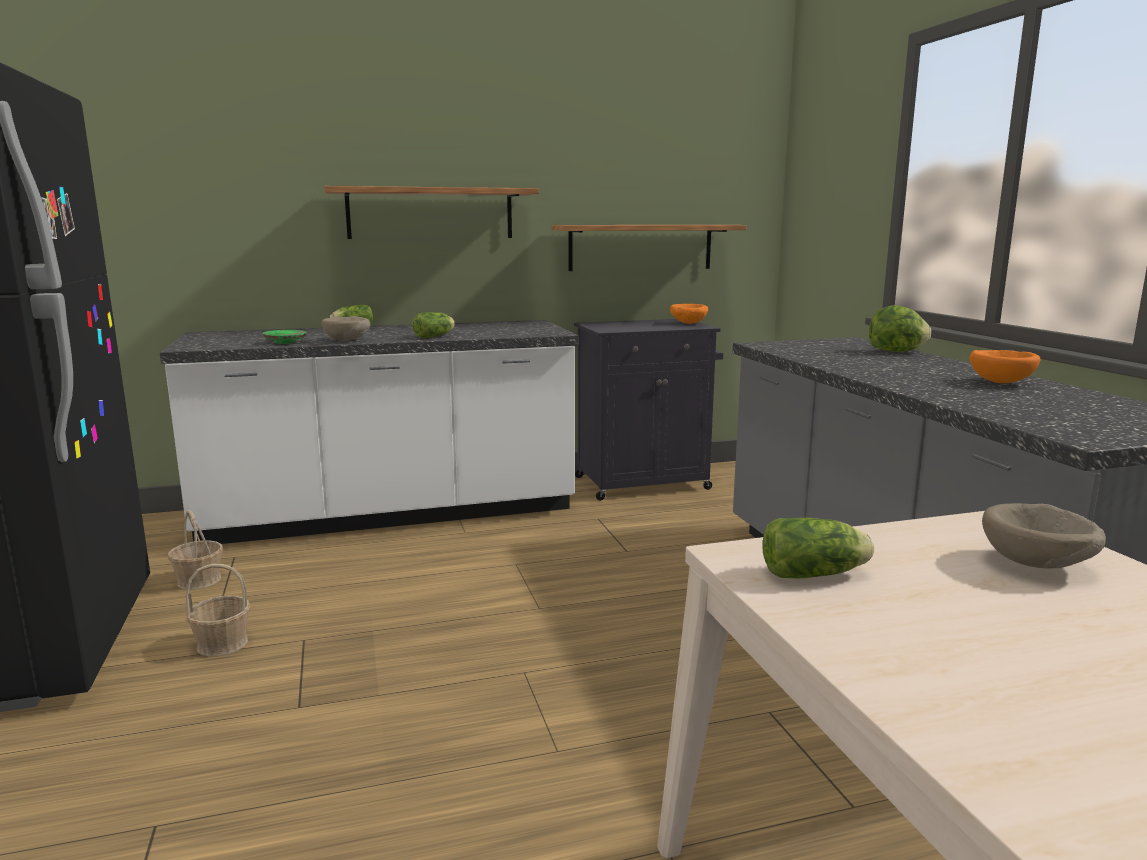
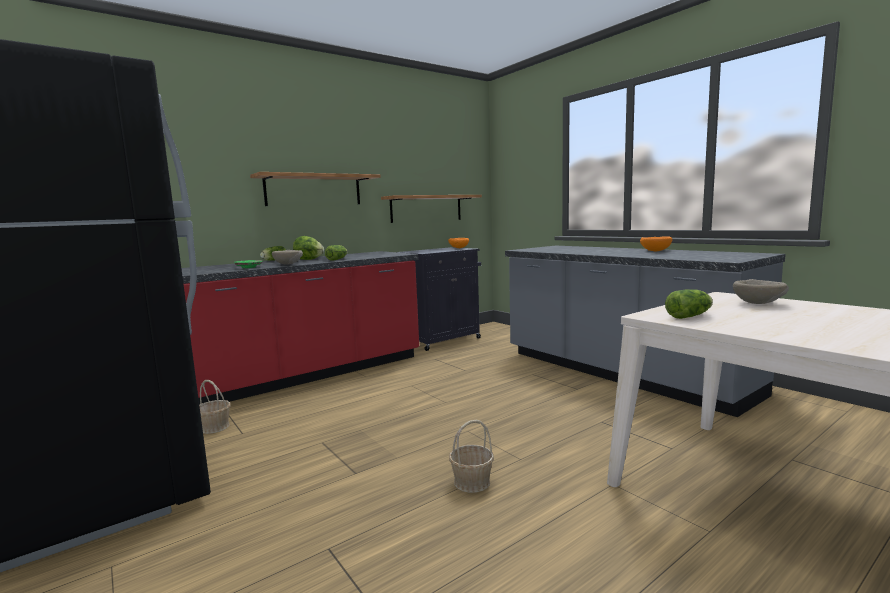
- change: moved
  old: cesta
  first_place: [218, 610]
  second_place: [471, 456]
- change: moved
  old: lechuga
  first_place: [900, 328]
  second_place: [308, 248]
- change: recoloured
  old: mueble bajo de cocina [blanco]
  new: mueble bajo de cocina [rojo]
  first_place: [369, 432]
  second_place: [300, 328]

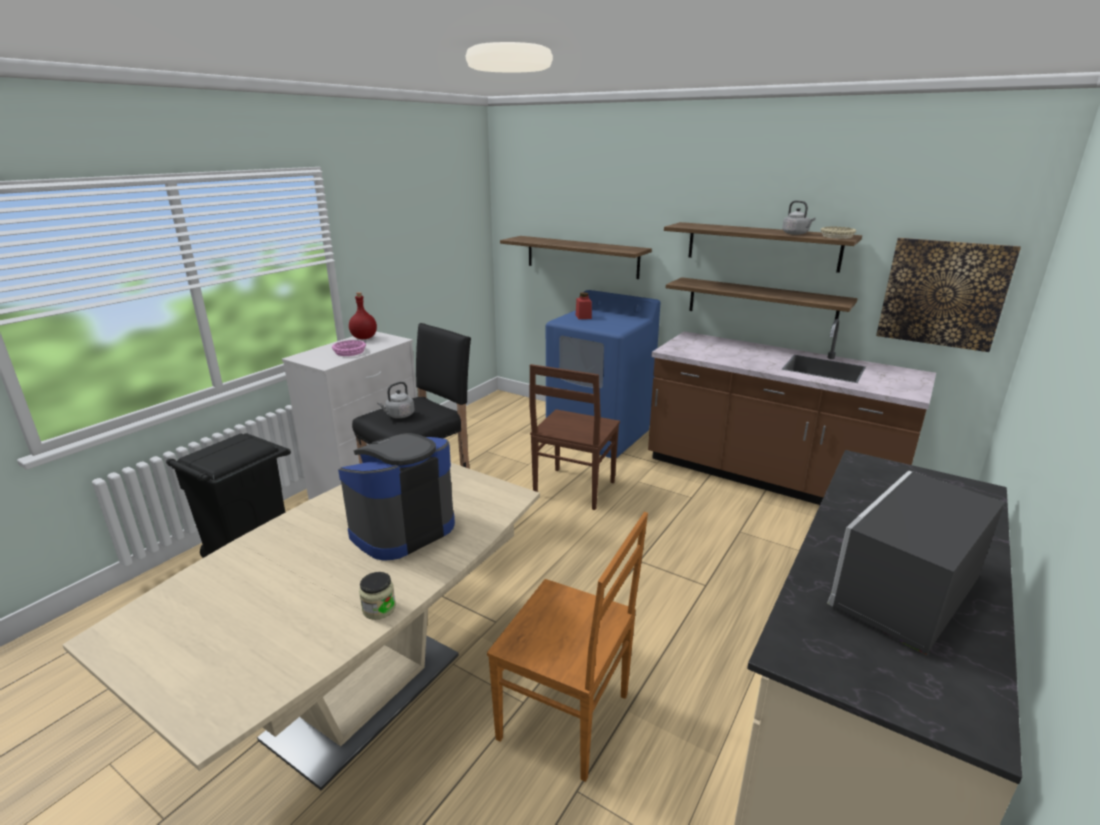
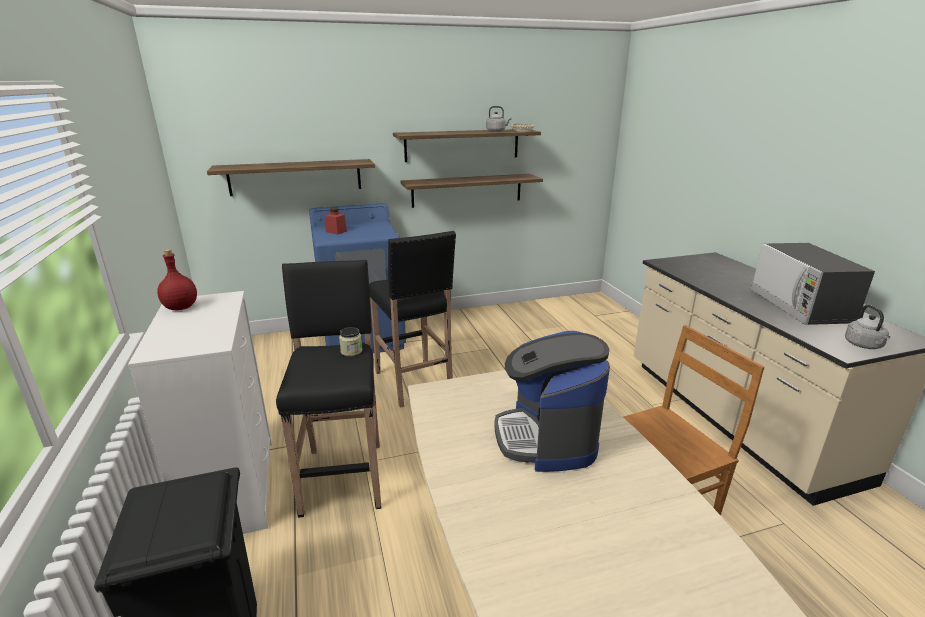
- change: removed
  old: cuenco [rosa]
  first_place: [349, 348]
- change: removed
  old: mueble bajo de cocina [marrón]
  first_place: [792, 412]
- change: removed
  old: cuadro
  first_place: [948, 295]
- change: moved
  old: tarro
  first_place: [377, 596]
  second_place: [350, 341]
- change: moved
  old: hervidor [gris]
  first_place: [396, 400]
  second_place: [867, 327]
- change: replaced
  old: silla [marrón]
  new: taburete [negro]
  first_place: [575, 437]
  second_place: [412, 319]

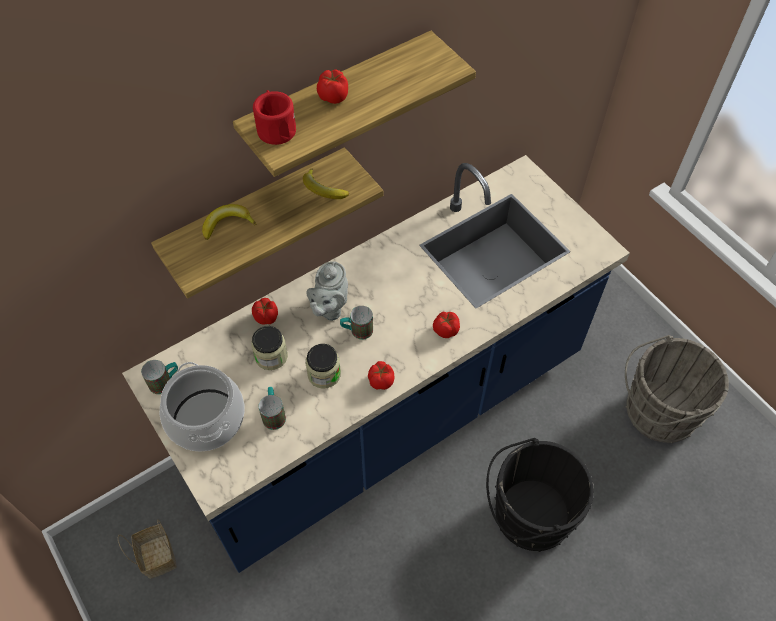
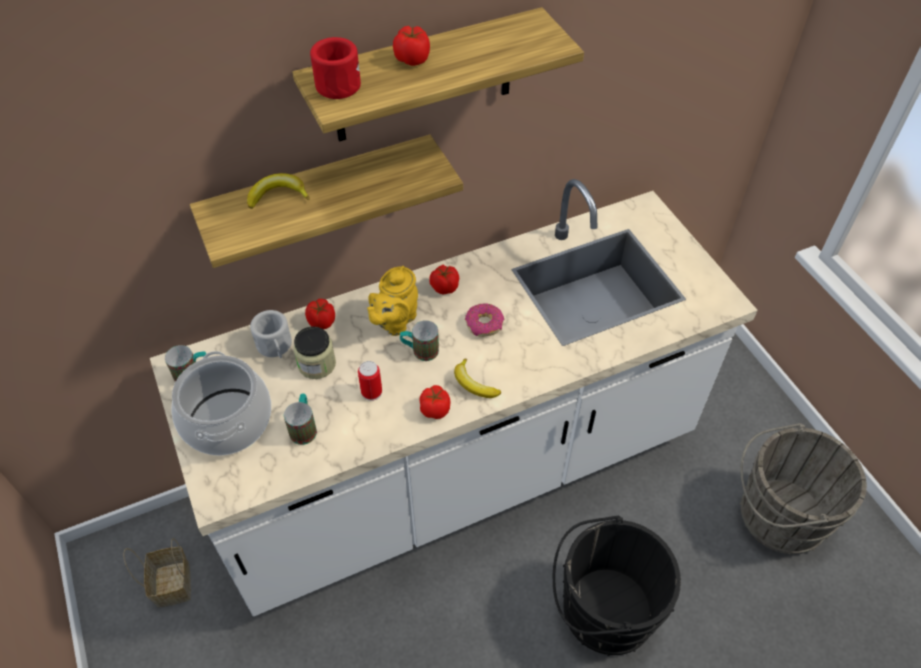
- change: added
  new: taza grande [blanco]
  second_place: [271, 334]
- change: added
  new: rosquilla
  second_place: [484, 320]
- change: moved
  old: plátano
  first_place: [326, 183]
  second_place: [477, 378]
- change: moved
  old: tomate
  first_place: [446, 324]
  second_place: [444, 280]
- change: replaced
  old: tarro
  new: lata
  first_place: [323, 366]
  second_place: [370, 381]
- change: recoloured
  old: mueble bajo de cocina [azul]
  new: mueble bajo de cocina [blanco]
  first_place: [376, 364]
  second_place: [454, 398]
- change: recoloured
  old: tetera [gris]
  new: tetera [amarillo]
  first_place: [327, 291]
  second_place: [392, 301]

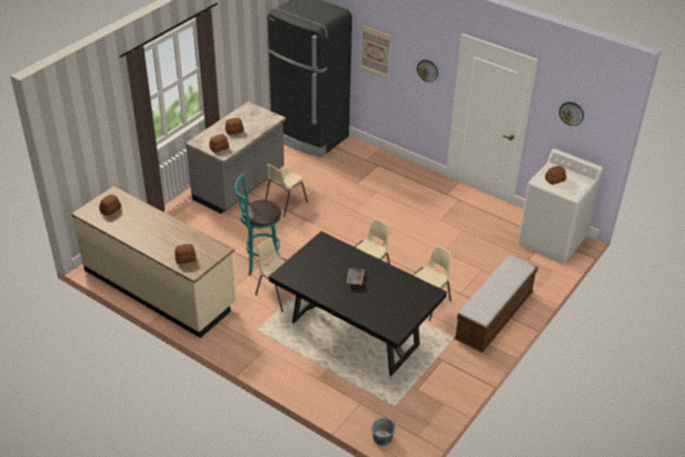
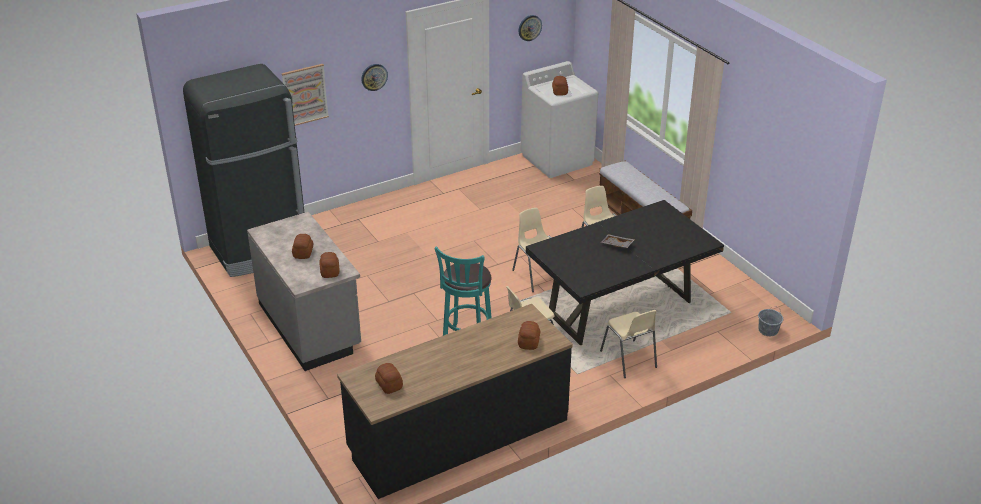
- change: moved
  old: silla [beis]
  first_place: [286, 190]
  second_place: [628, 344]
- change: recoloured
  old: mueble bajo de cocina [beis]
  new: mueble bajo de cocina [negro]
  first_place: [153, 262]
  second_place: [455, 401]

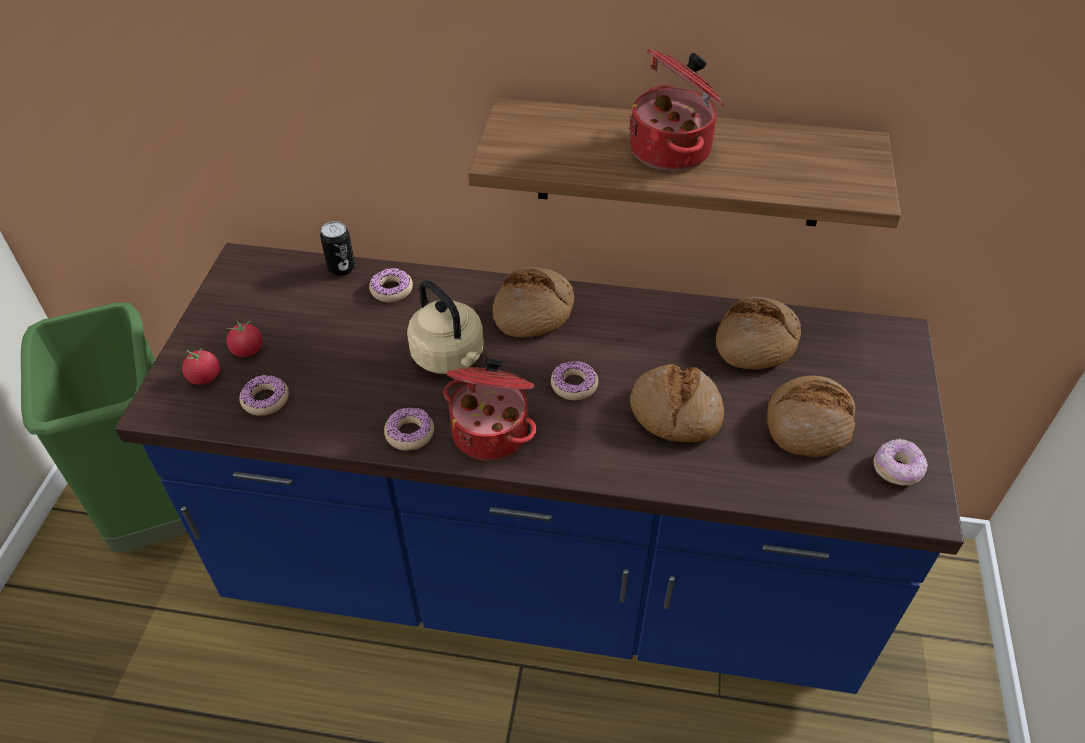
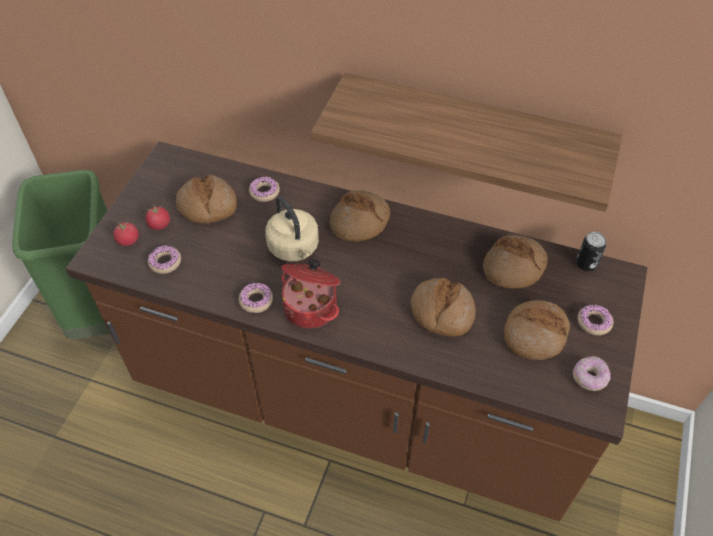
- change: removed
  old: olla
  first_place: [676, 110]
- change: added
  new: pan
  second_place: [206, 199]
- change: moved
  old: lata
  first_place: [337, 248]
  second_place: [591, 251]
- change: moved
  old: rosquilla
  first_place: [574, 380]
  second_place: [595, 320]
- change: recoloured
  old: mueble bajo de cocina [azul]
  new: mueble bajo de cocina [marrón]
  first_place: [539, 468]
  second_place: [356, 331]

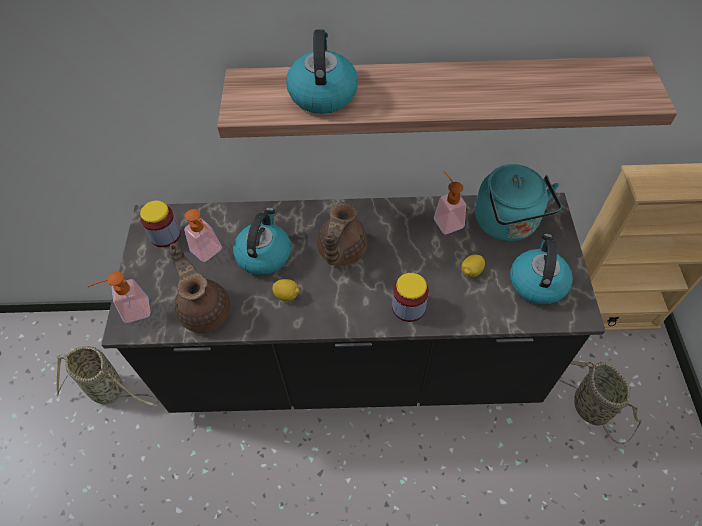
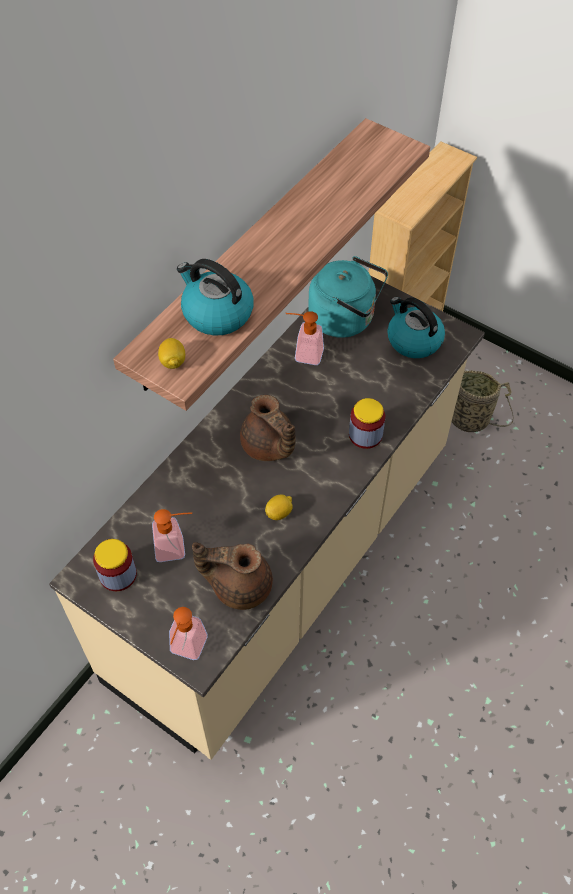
- change: removed
  old: cesta
  first_place: [108, 376]
- change: removed
  old: hervidor
  first_place: [262, 241]
- change: moved
  old: limón
  first_place: [473, 266]
  second_place: [171, 353]
- change: recoloured
  old: mueble bajo de cocina [negro]
  new: mueble bajo de cocina [beis]
  first_place: [353, 303]
  second_place: [267, 517]

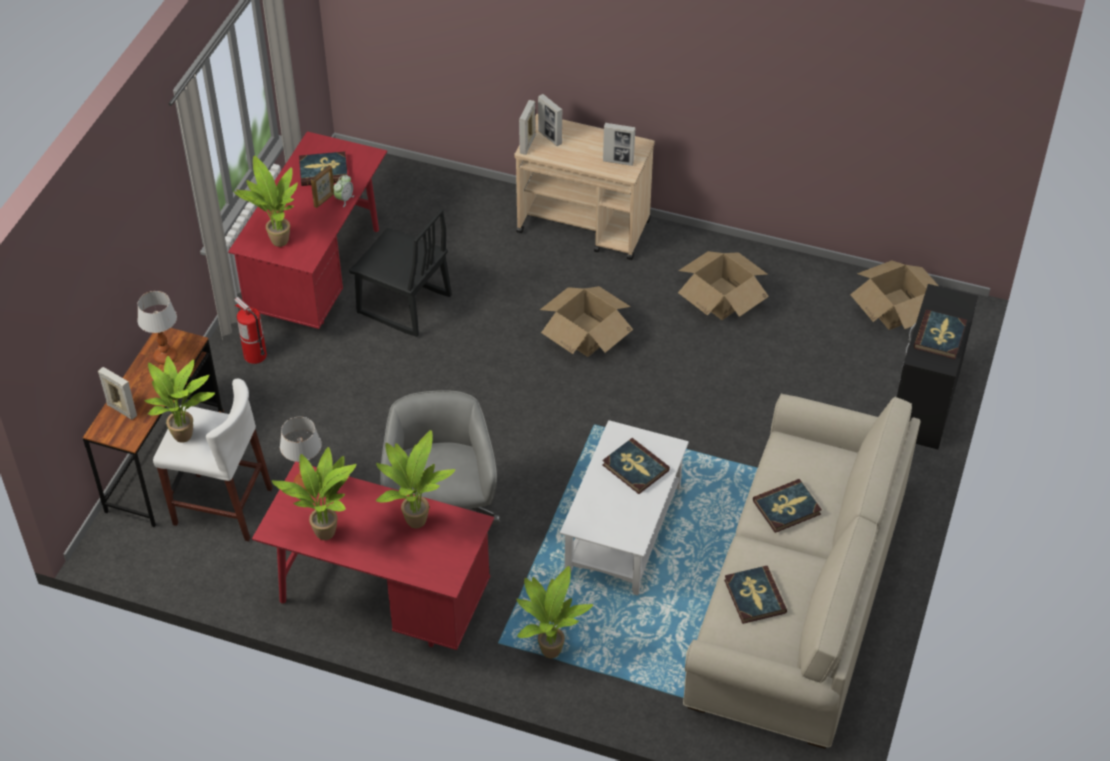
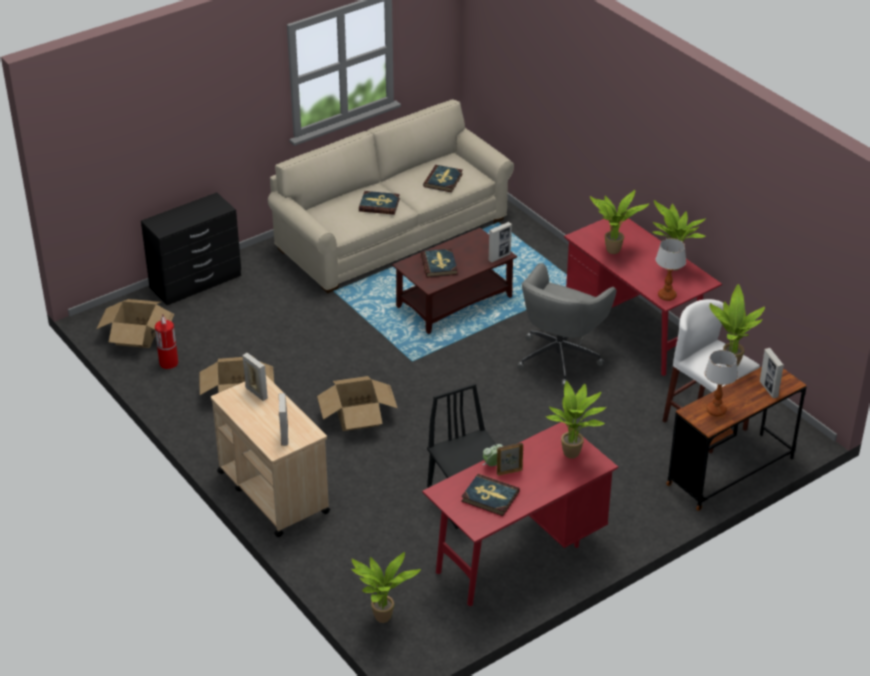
- change: removed
  old: libro
  first_place: [940, 334]
- change: moved
  old: extintor
  first_place: [251, 330]
  second_place: [166, 341]
- change: moved
  old: planta en maceta
  first_place: [555, 612]
  second_place: [386, 587]
- change: moved
  old: portarretratos
  first_place: [527, 127]
  second_place: [500, 242]
- change: recoloured
  old: mesa de centro [blanco]
  new: mesa de centro [marrón]
  first_place: [624, 508]
  second_place: [454, 281]

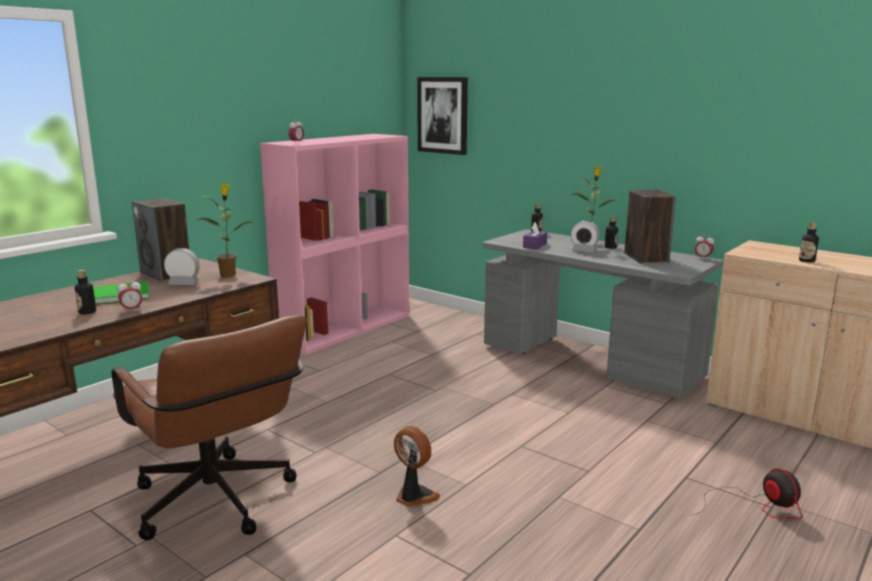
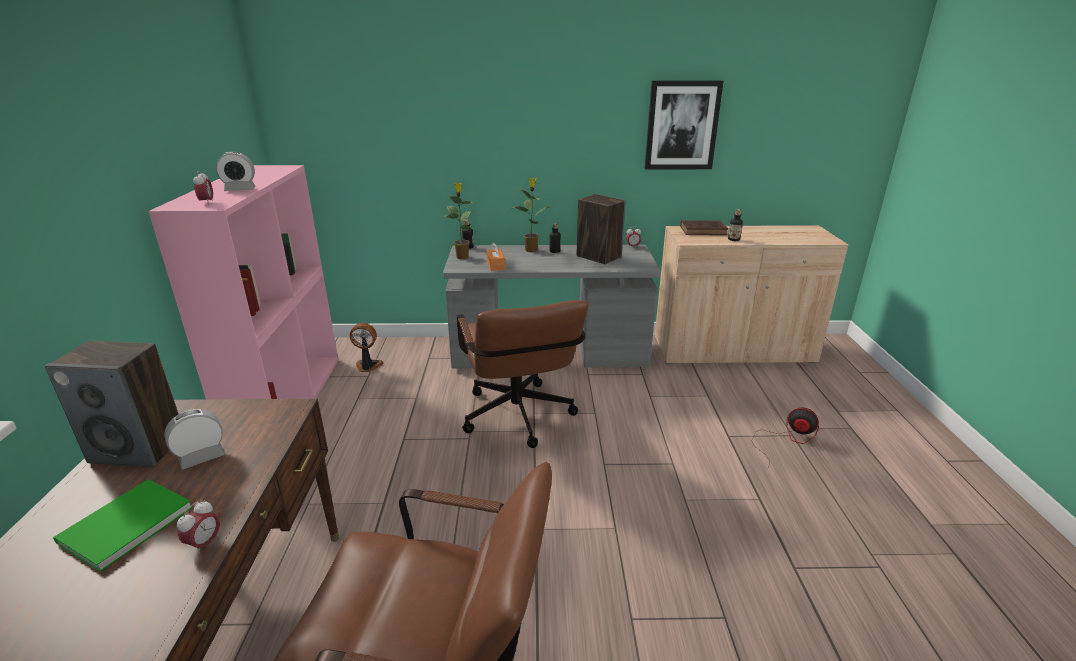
- change: removed
  old: botella
  first_place: [85, 292]
- change: added
  new: silla de oficina [marrón]
  second_place: [522, 374]
- change: added
  new: libro [marrón]
  second_place: [704, 227]
- change: moved
  old: planta en maceta
  first_place: [225, 230]
  second_place: [459, 221]
- change: moved
  old: ventilador
  first_place: [417, 466]
  second_place: [367, 347]
- change: moved
  old: cuadro
  first_place: [442, 116]
  second_place: [684, 125]
- change: moved
  old: despertador
  first_place: [585, 236]
  second_place: [235, 171]
- change: recoloured
  old: caja de pañuelos [morado]
  new: caja de pañuelos [naranja]
  first_place: [535, 236]
  second_place: [496, 257]

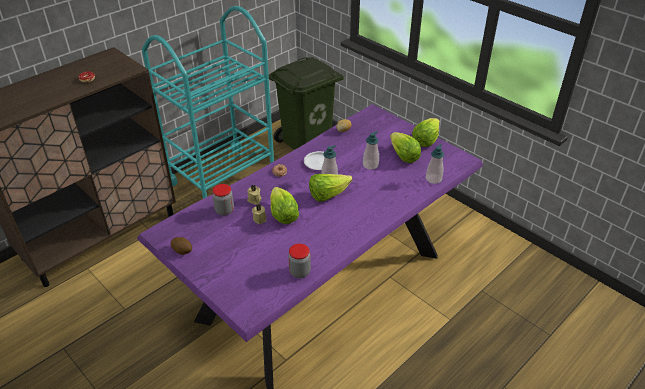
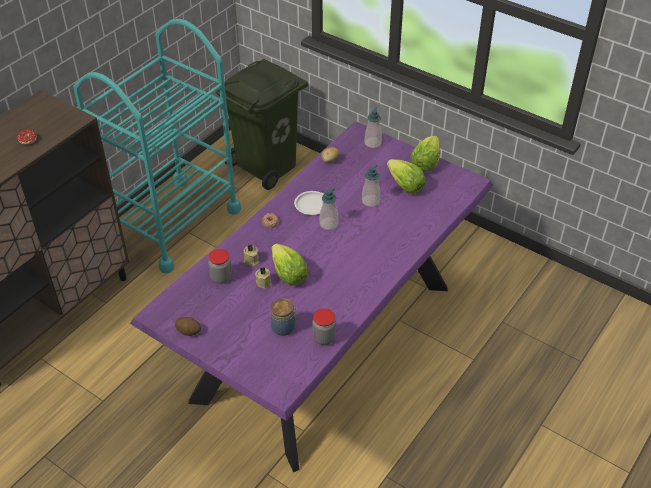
- change: removed
  old: lechuga
  first_place: [330, 188]
- change: added
  new: tarro
  second_place: [284, 317]
- change: moved
  old: dispensador de jabón
  first_place: [435, 164]
  second_place: [373, 127]

